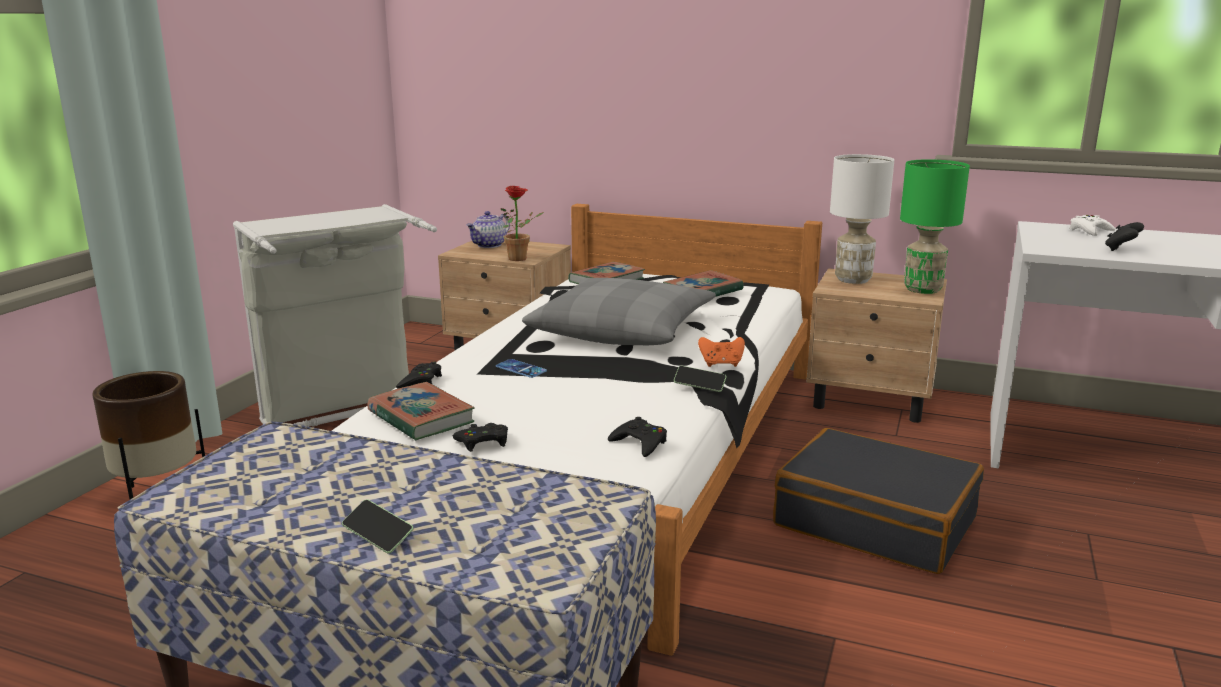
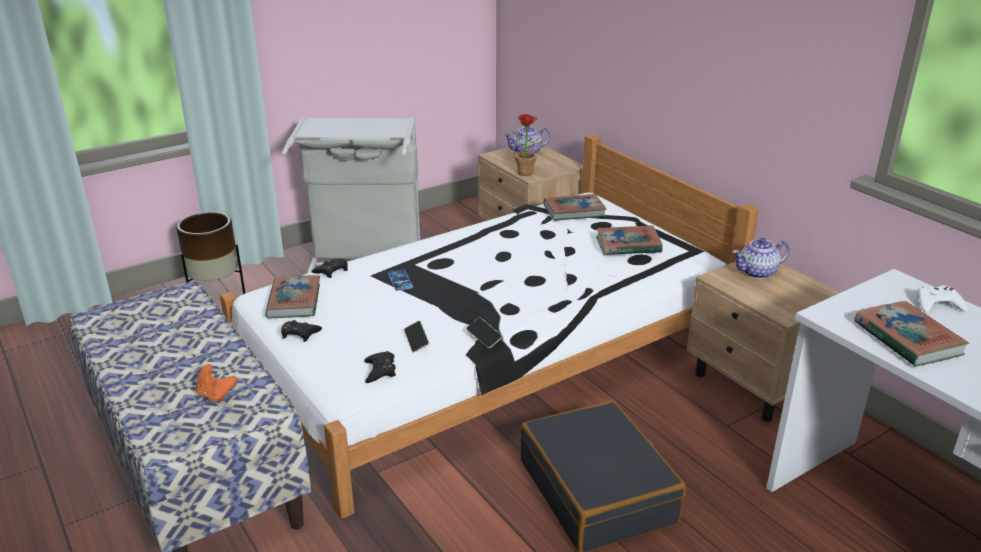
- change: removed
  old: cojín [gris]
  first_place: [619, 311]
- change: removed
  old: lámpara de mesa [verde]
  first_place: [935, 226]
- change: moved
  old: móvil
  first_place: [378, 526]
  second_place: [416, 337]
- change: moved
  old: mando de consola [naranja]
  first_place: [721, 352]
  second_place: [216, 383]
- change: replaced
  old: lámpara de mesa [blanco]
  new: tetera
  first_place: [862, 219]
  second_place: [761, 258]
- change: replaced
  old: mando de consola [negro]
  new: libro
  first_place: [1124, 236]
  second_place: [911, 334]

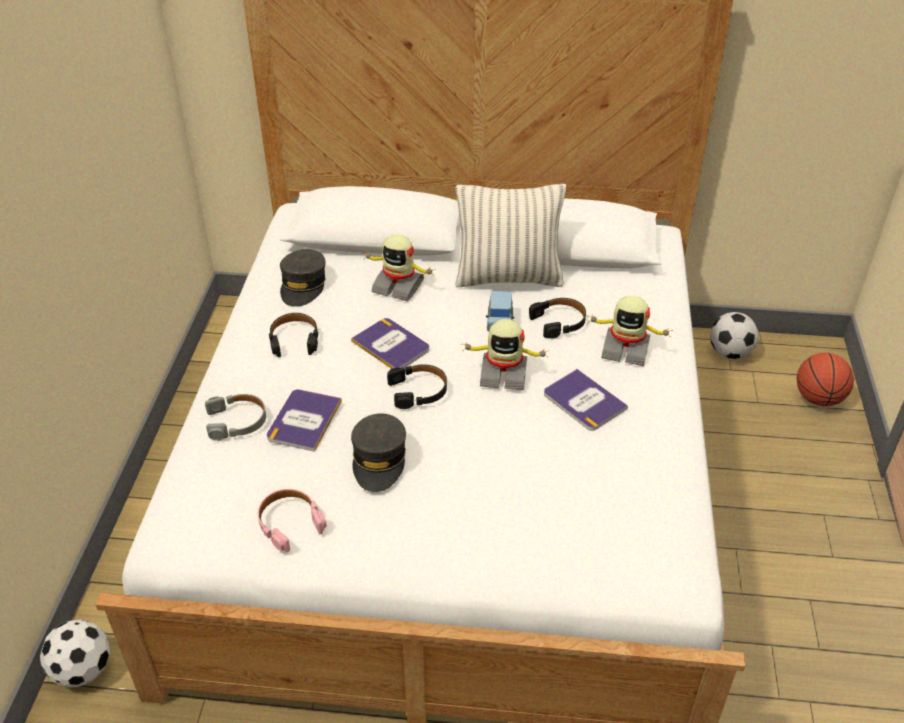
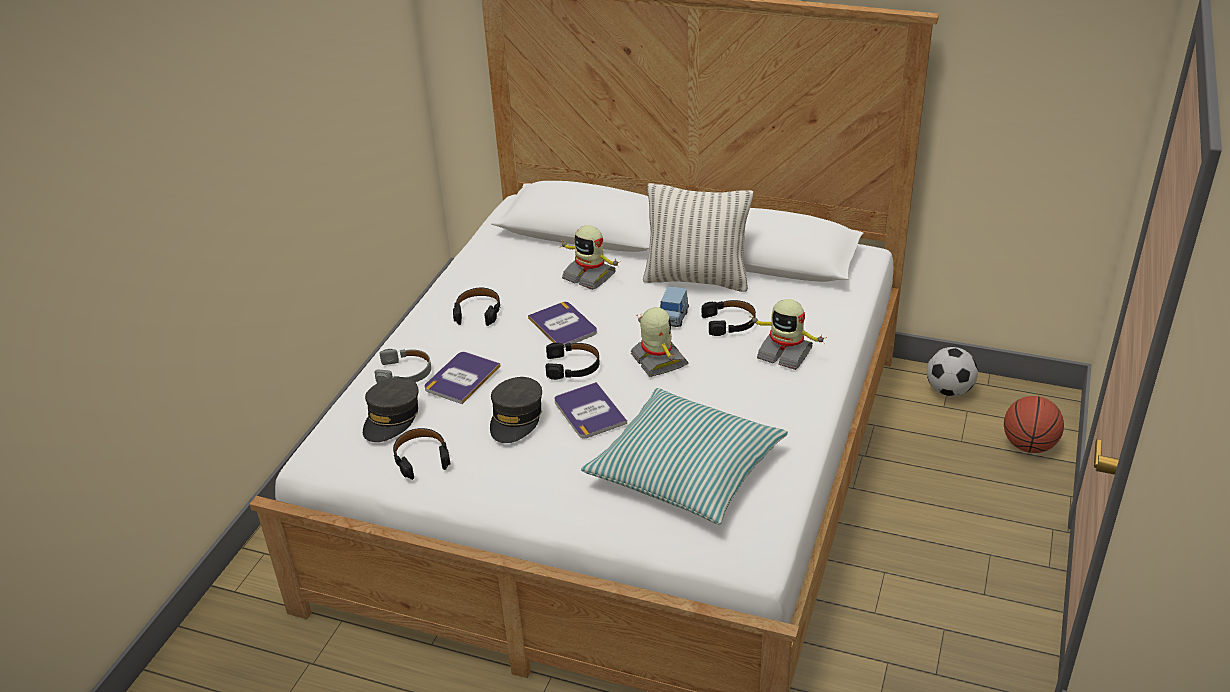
- change: removed
  old: balón de fútbol
  first_place: [75, 654]
- change: added
  new: cojín
  second_place: [684, 456]
- change: moved
  old: gorra [gris]
  first_place: [303, 278]
  second_place: [390, 409]
- change: moved
  old: libro
  first_place: [586, 400]
  second_place: [590, 410]
- change: recoloured
  old: auriculares [rosa]
  new: auriculares [negro]
  first_place: [292, 520]
  second_place: [421, 454]
- change: turned
  old: robot de juguete
  first_place: [505, 355]
  second_place: [659, 342]
  degrees: -135

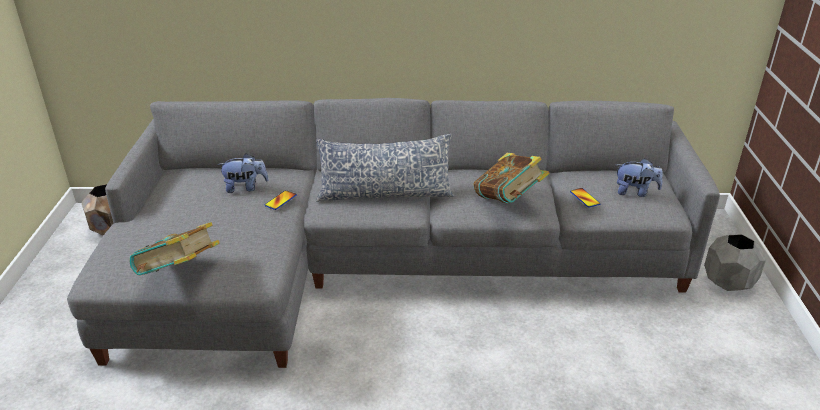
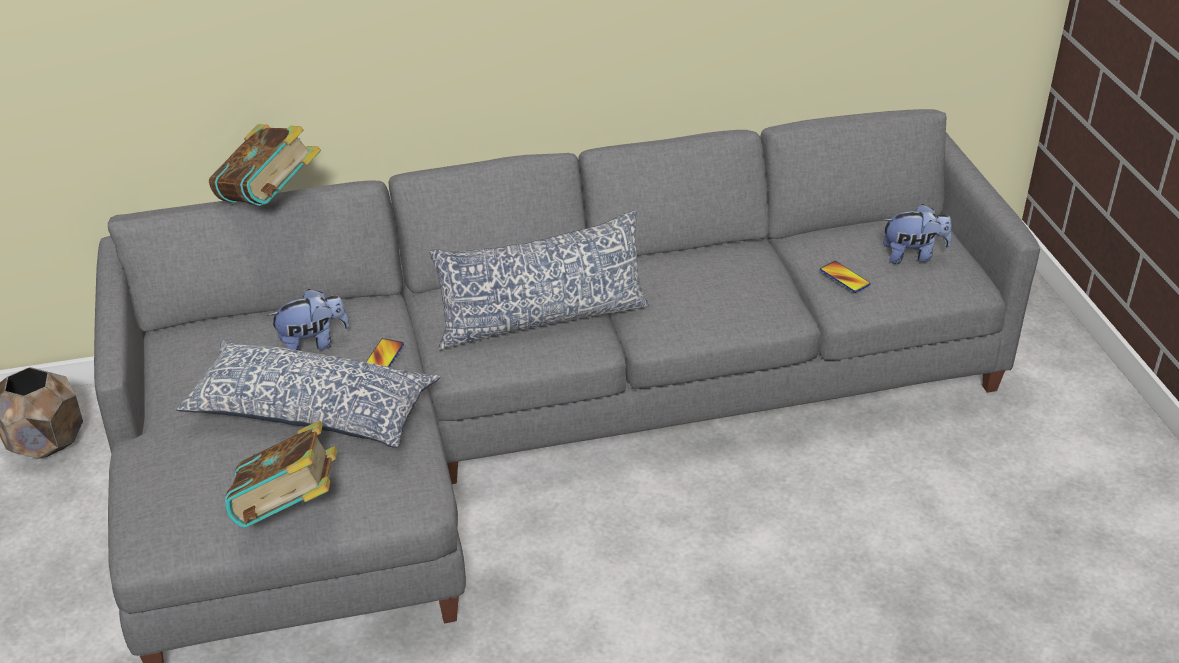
- change: removed
  old: maceta [gris]
  first_place: [735, 262]
- change: added
  new: cojín
  second_place: [307, 394]
- change: moved
  old: libro
  first_place: [512, 178]
  second_place: [265, 165]

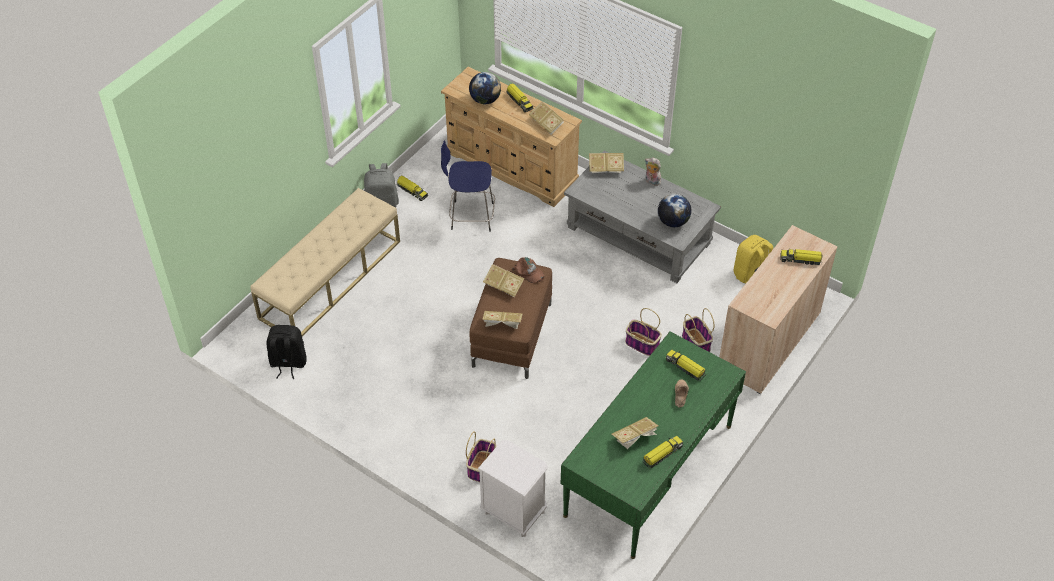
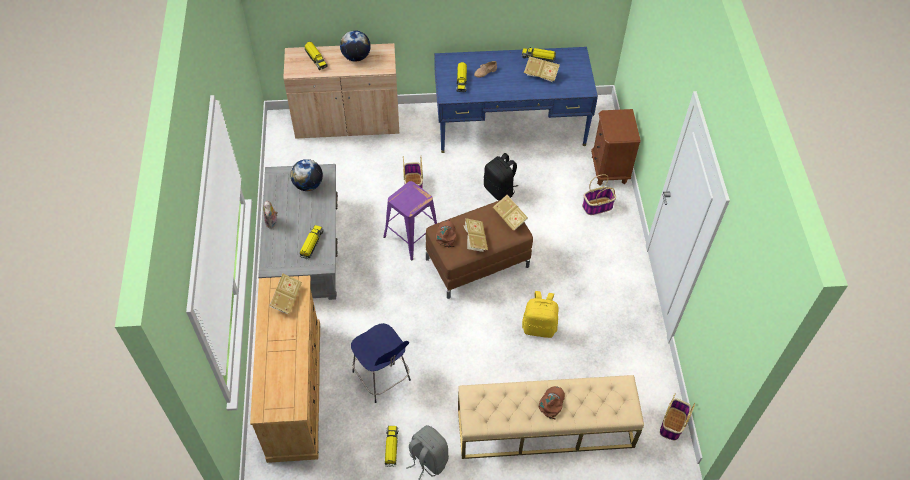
- change: removed
  old: libro
  first_place: [606, 163]
- change: added
  new: taburete [morado]
  second_place: [410, 220]
- change: added
  new: gorra [marrón]
  second_place: [552, 403]
- change: moved
  old: mochila [negro]
  first_place: [286, 352]
  second_place: [501, 177]
- change: moved
  old: globo terráqueo
  first_place: [485, 88]
  second_place: [355, 46]
- change: moved
  old: camión de juguete
  first_place: [519, 98]
  second_place: [311, 242]
- change: moved
  old: cesta
  first_place: [698, 330]
  second_place: [677, 417]
- change: moved
  old: mochila [amarillo]
  first_place: [753, 259]
  second_place: [540, 314]
- change: recoloured
  old: mesita de noche [blanco]
  new: mesita de noche [marrón]
  first_place: [513, 488]
  second_place: [616, 147]
- change: recoloured
  old: escritorio [verde]
  new: escritorio [azul]
  first_place: [653, 445]
  second_place: [516, 100]

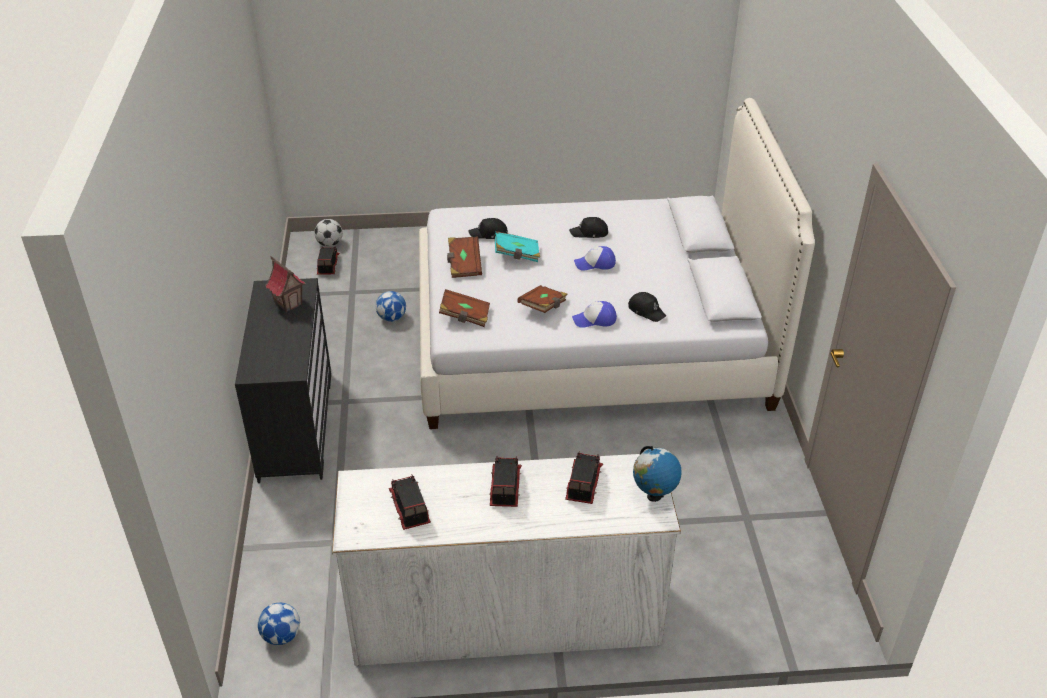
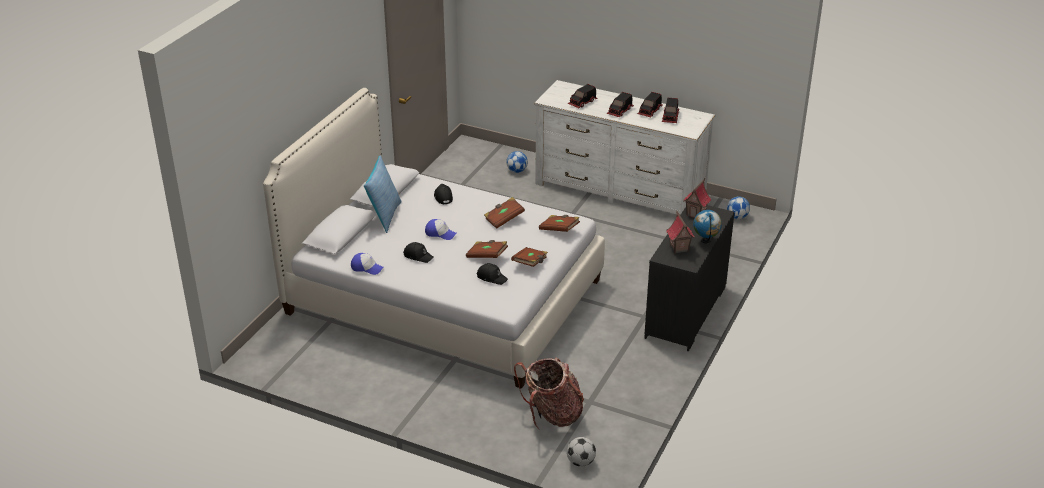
- change: added
  new: cojín
  second_place: [383, 194]
- change: added
  new: mochila
  second_place: [549, 394]
- change: added
  new: casita
  second_place: [697, 198]
- change: moved
  old: camión de juguete
  first_place: [328, 260]
  second_place: [650, 104]
- change: moved
  old: balón de fútbol
  first_place: [391, 306]
  second_place: [517, 162]
- change: moved
  old: gorra
  first_place: [594, 314]
  second_place: [367, 264]
- change: moved
  old: globo terráqueo
  first_place: [657, 474]
  second_place: [707, 226]
- change: recoloured
  old: libro [turquesa]
  new: libro [marrón]
  first_place: [517, 246]
  second_place: [487, 249]

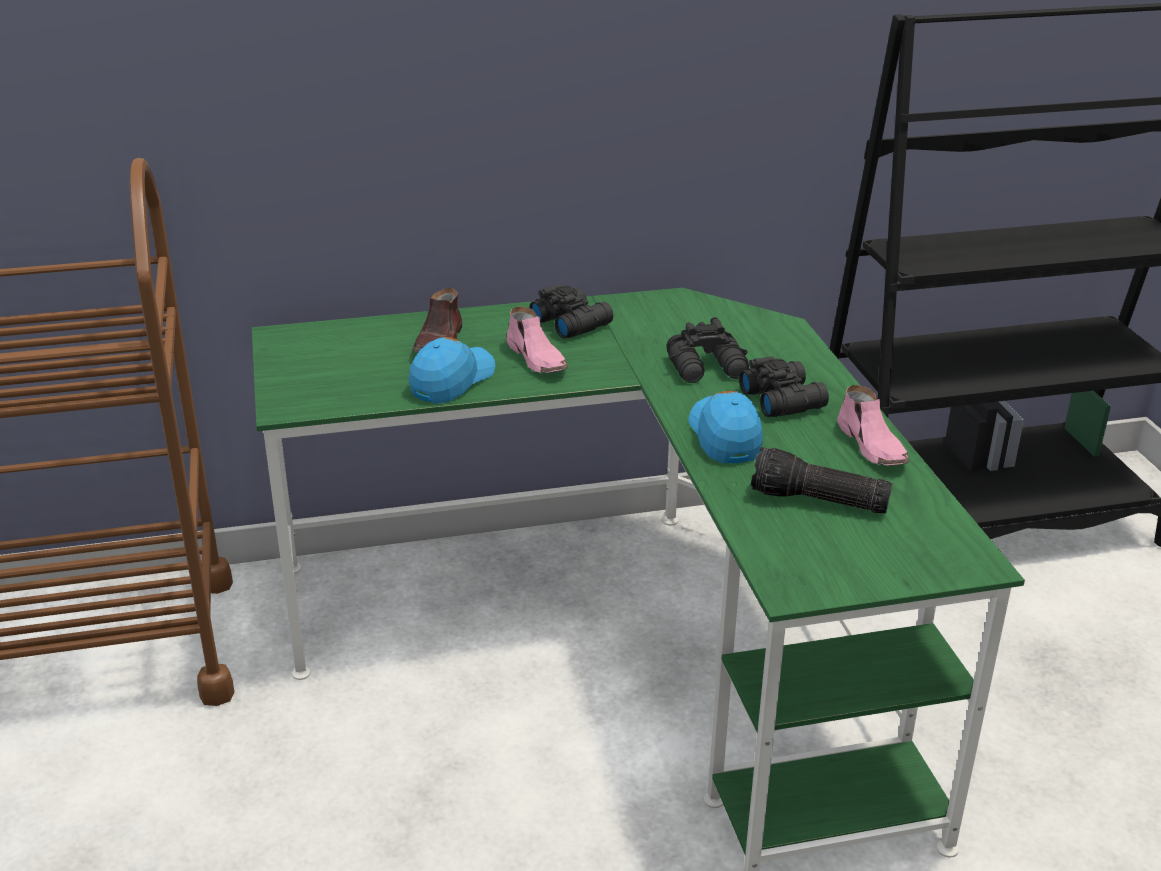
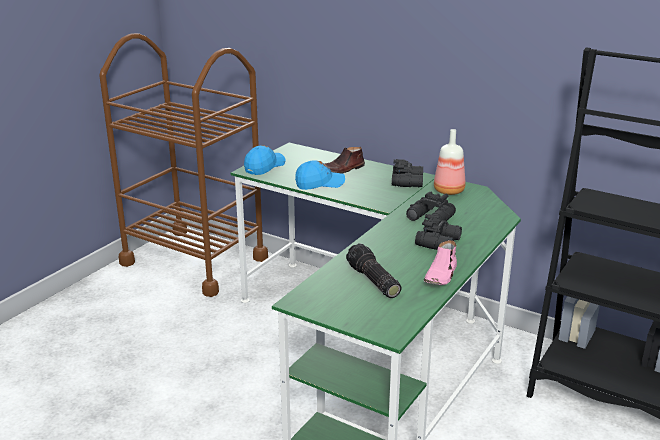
- change: removed
  old: zapato [rosa]
  first_place: [537, 340]
- change: added
  new: botella
  second_place: [449, 162]
- change: moved
  old: gorra [azul]
  first_place: [726, 427]
  second_place: [264, 160]

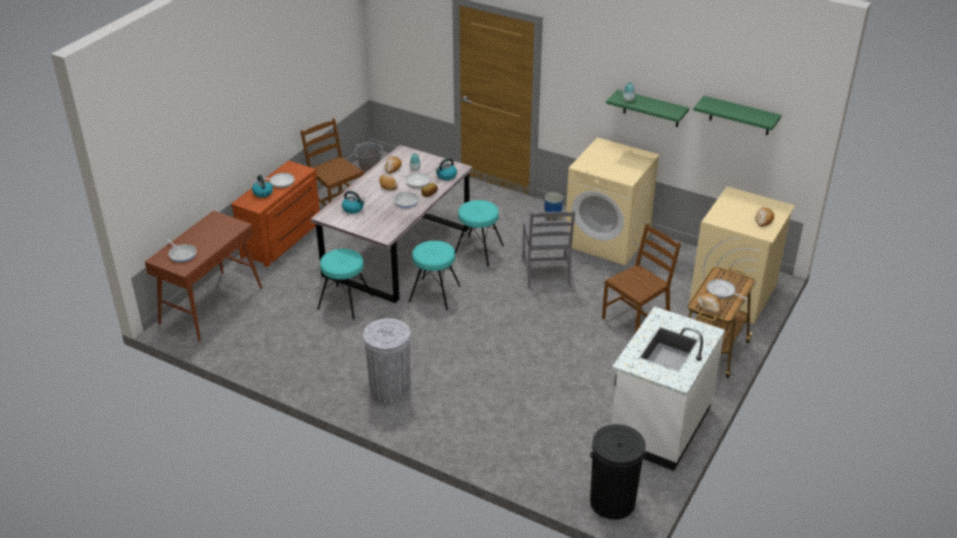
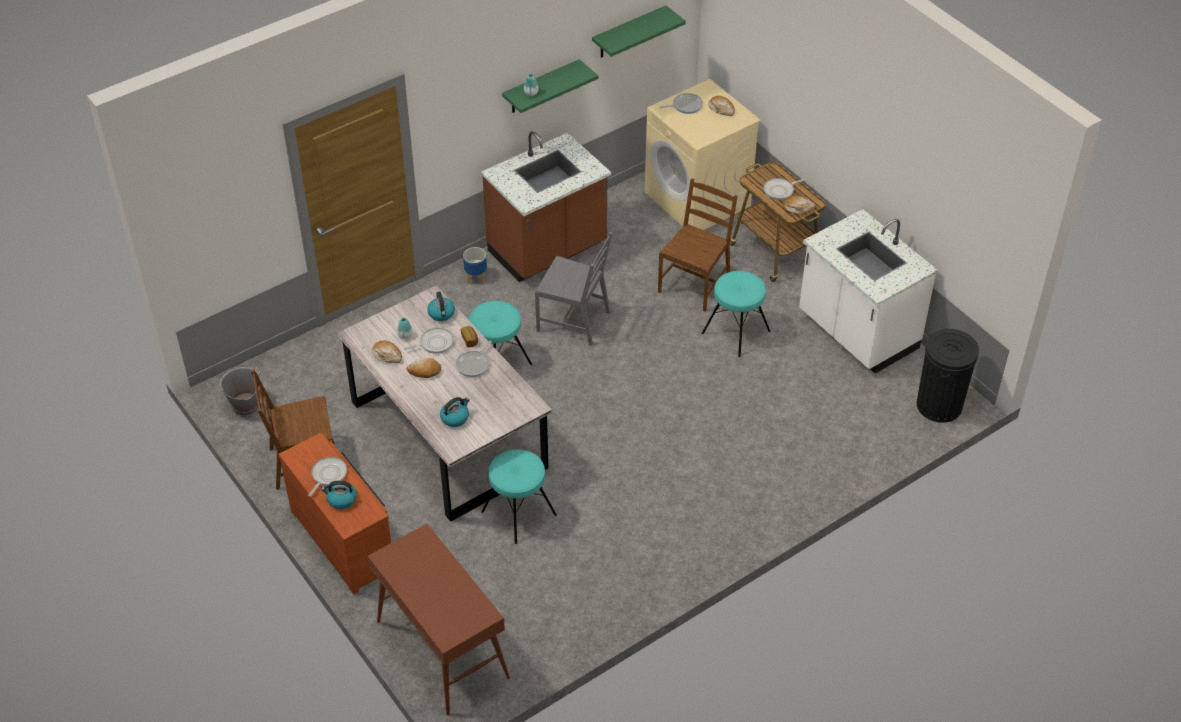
- change: removed
  old: papelera [gris]
  first_place: [387, 361]
- change: moved
  old: sartén
  first_place: [182, 250]
  second_place: [681, 103]
- change: moved
  old: taburete [turquesa]
  first_place: [435, 275]
  second_place: [736, 314]
- change: replaced
  old: lavadora [beis]
  new: mueble bajo de cocina [marrón]
  first_place: [613, 201]
  second_place: [546, 206]
- change: turned
  old: silla [marrón]
  first_place: [641, 278]
  second_place: [698, 244]
  degrees: 45

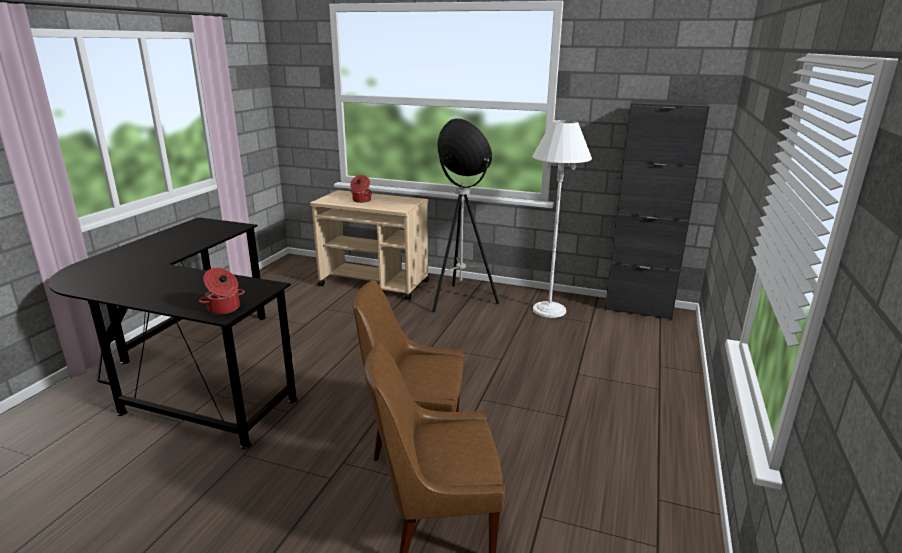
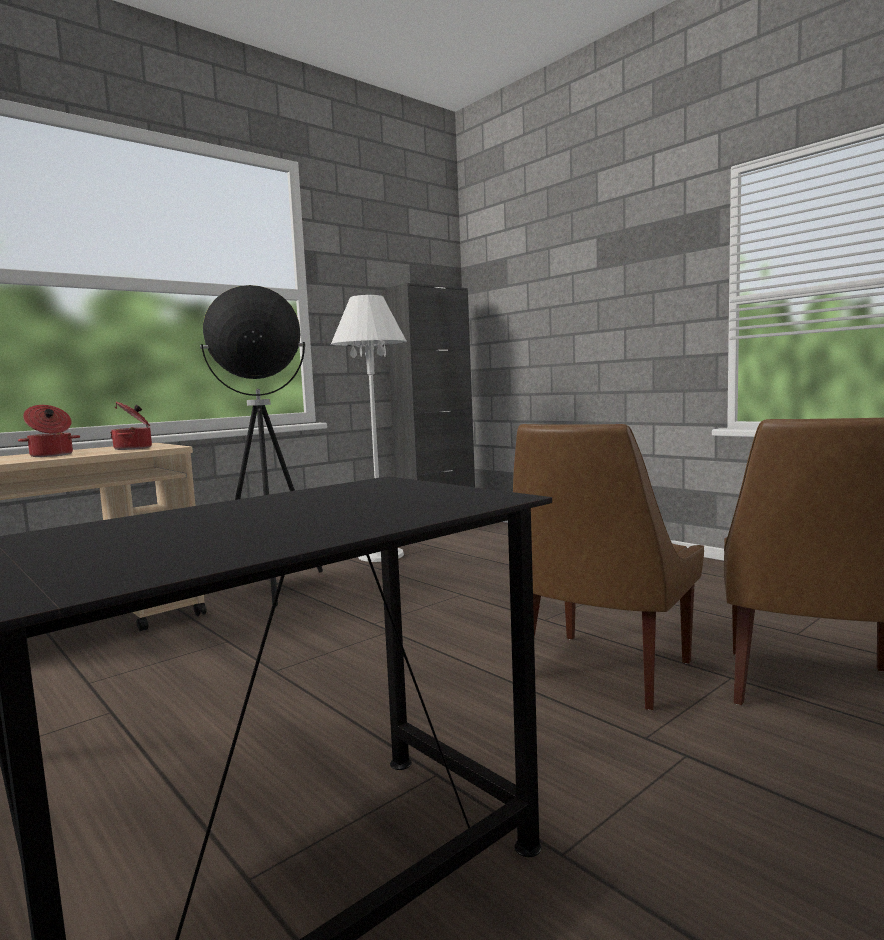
- change: moved
  old: olla
  first_place: [222, 291]
  second_place: [131, 425]

